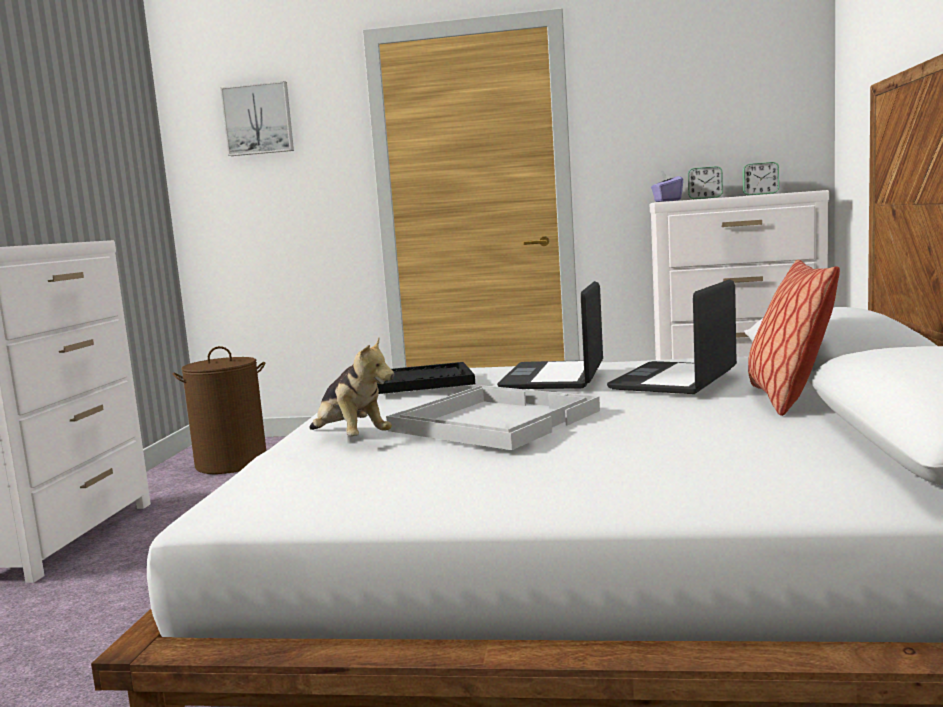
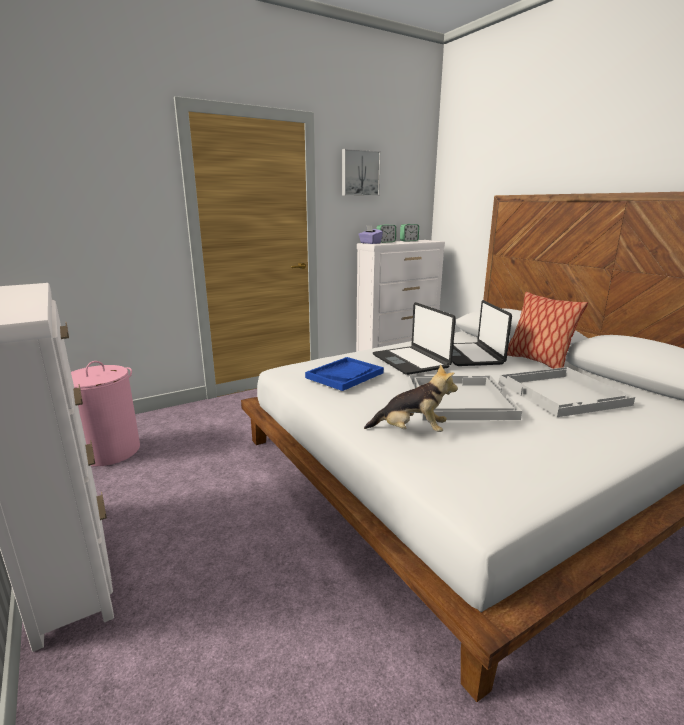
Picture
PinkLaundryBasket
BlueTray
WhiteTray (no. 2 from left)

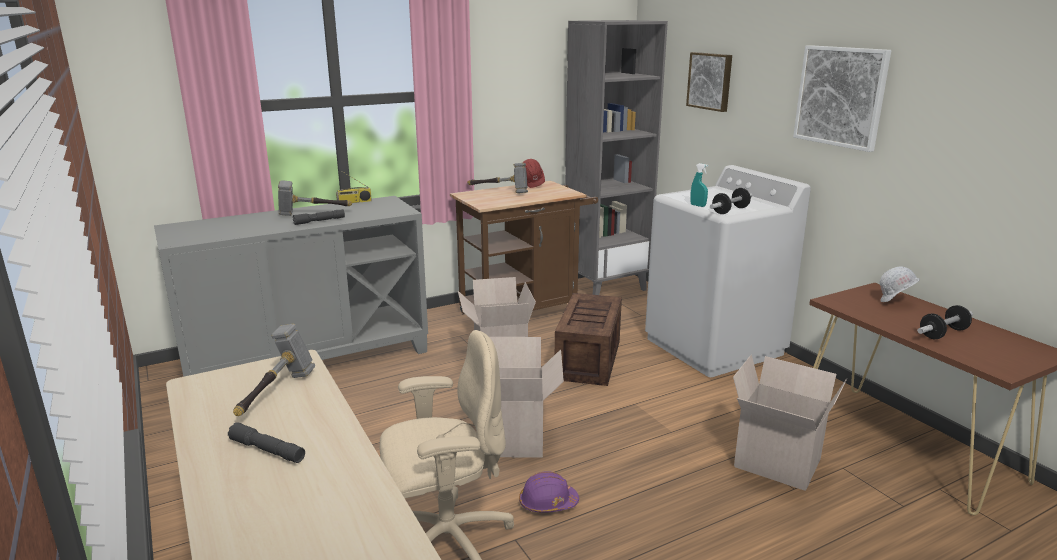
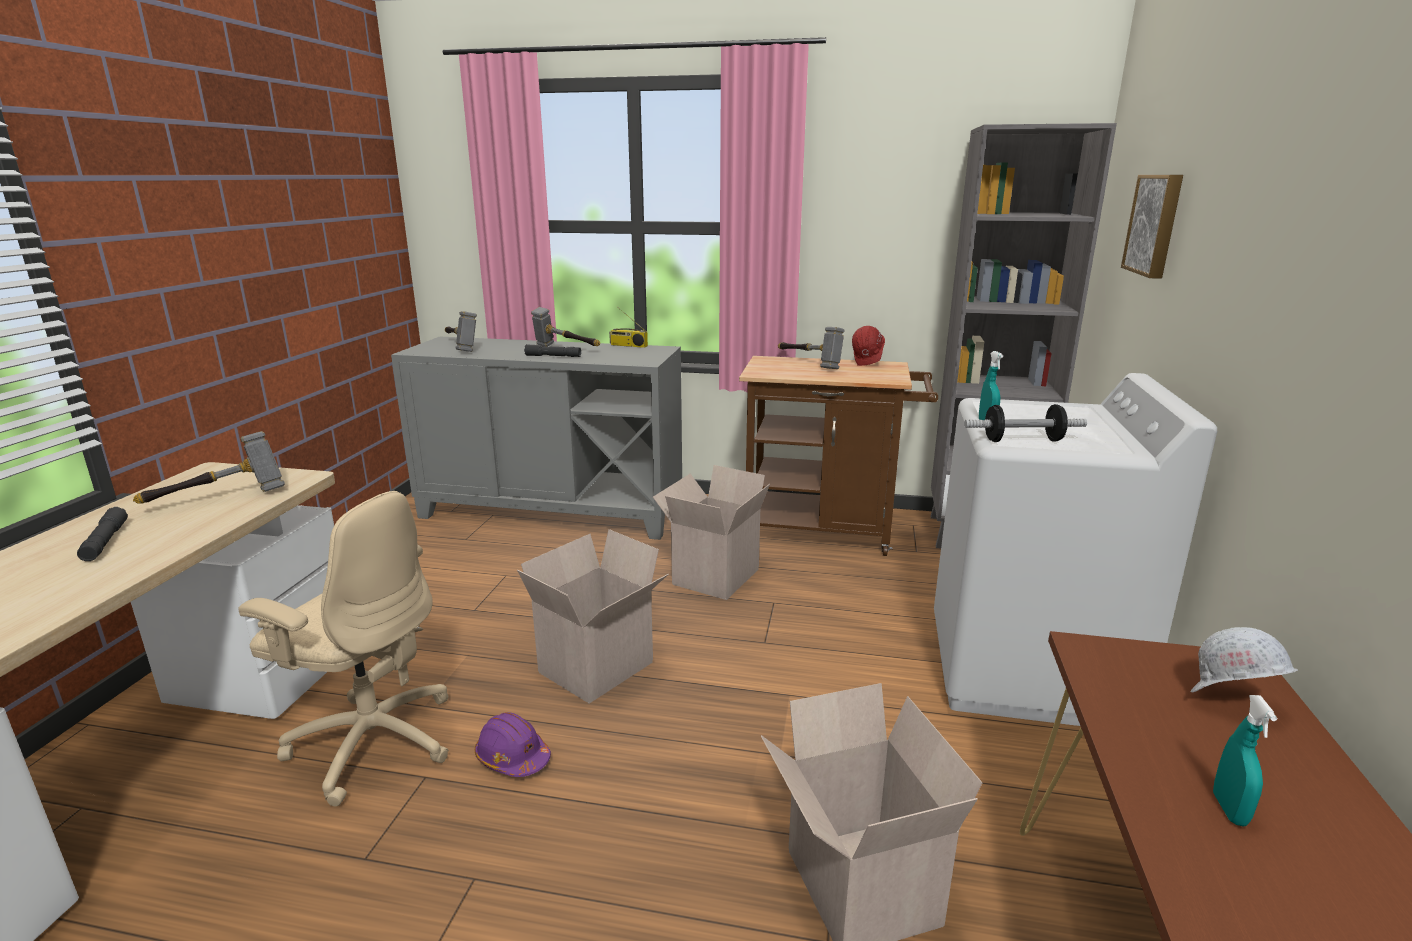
Picture (no. 2 from left in the first image)
Crate
TurquoiseSprayBottle (no. 2 from left)
Hammer (no. 2 from left)

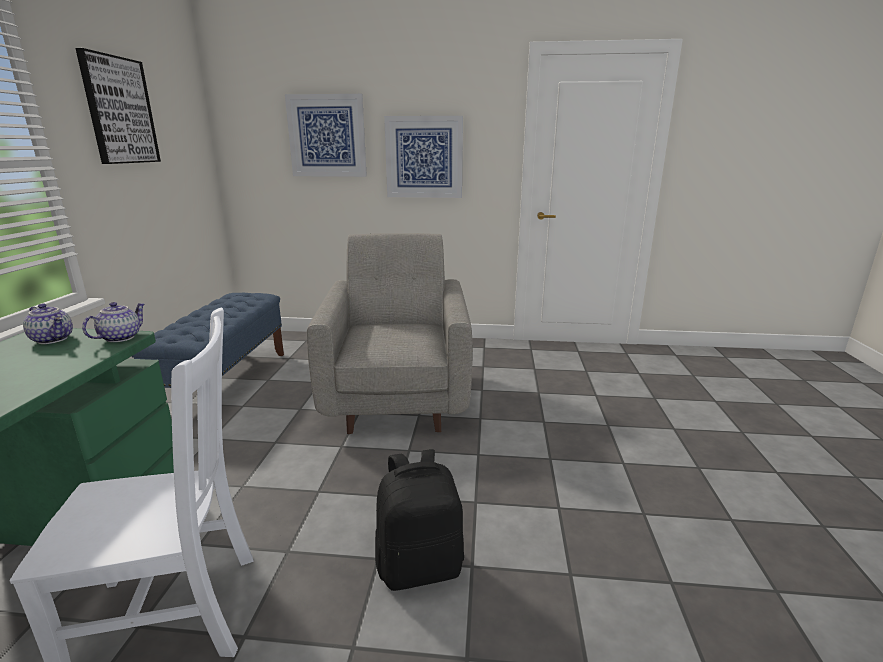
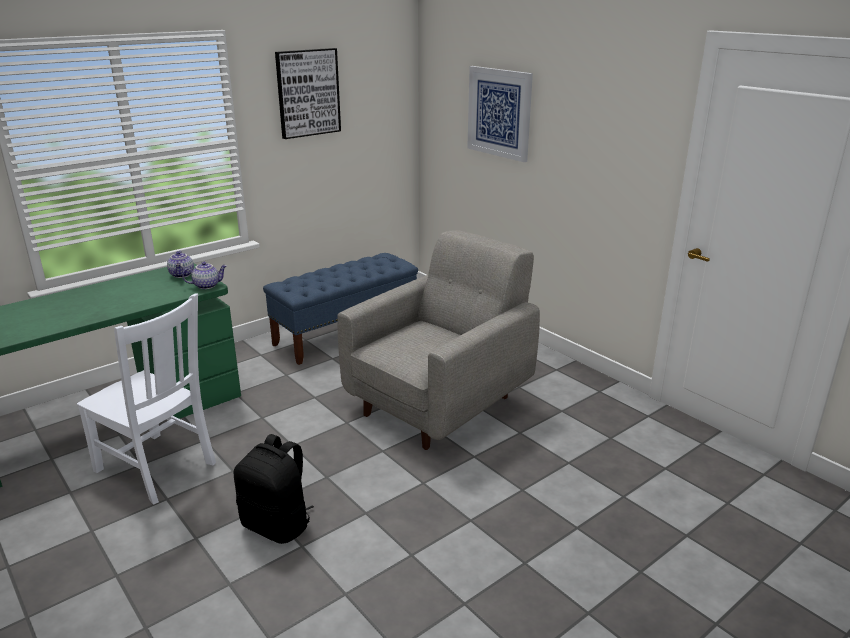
Picture (no. 3 from left in the first image)

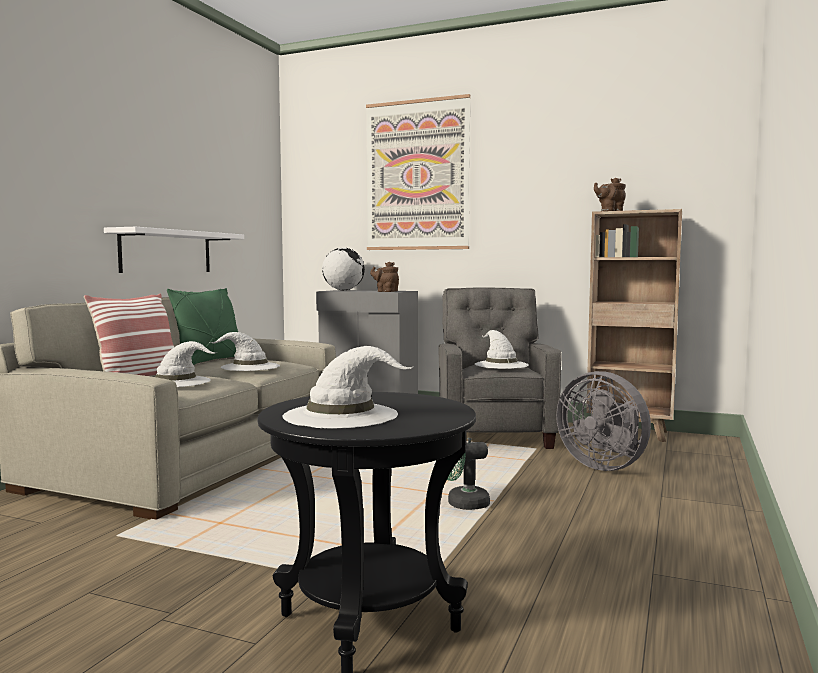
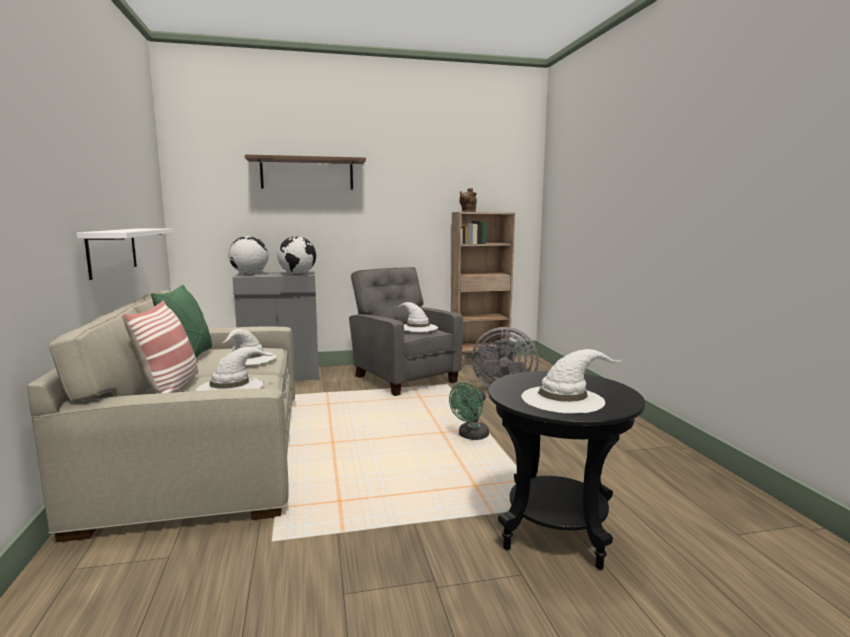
BrownShelf
Globe (no. 2 from left)

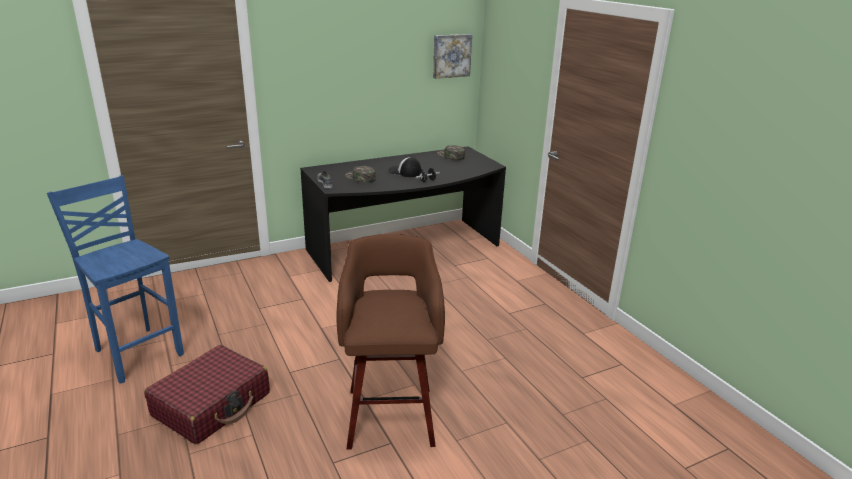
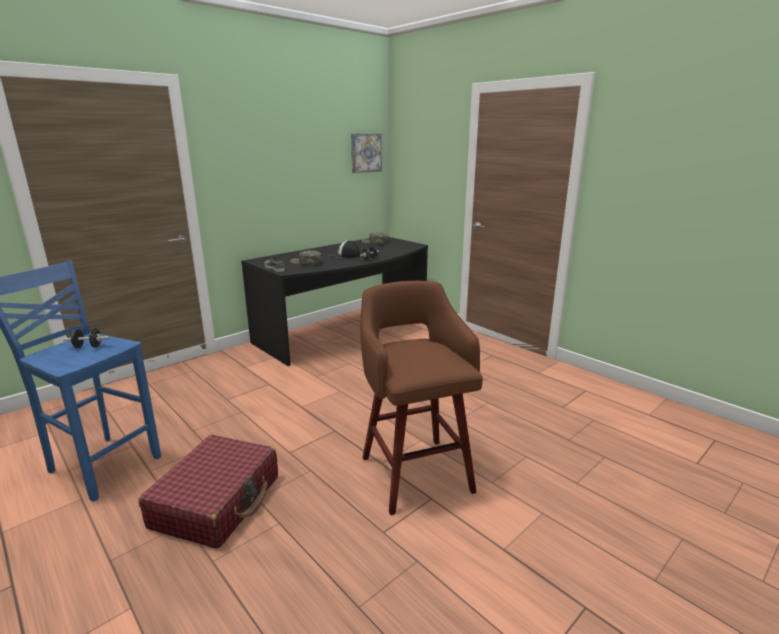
BlackDumbbell (no. 1 from left)

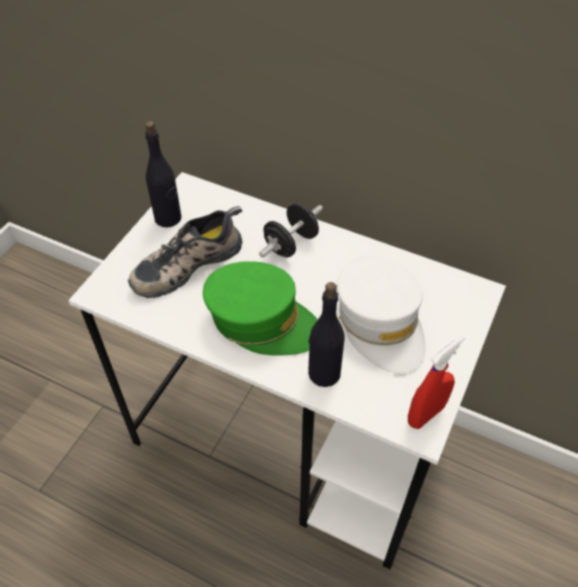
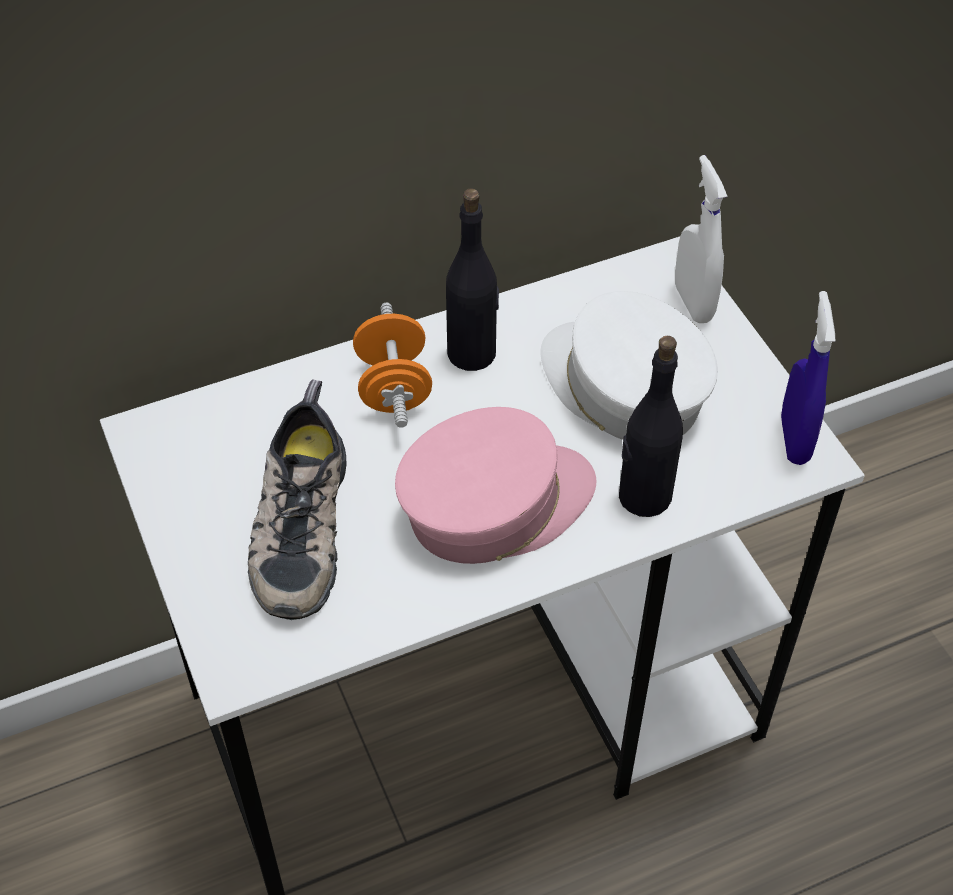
BlackBottle (no. 1 from left)
OrangeDumbbell
WhiteCap
PinkCap
BlueSprayBottle
WhiteSprayBottle

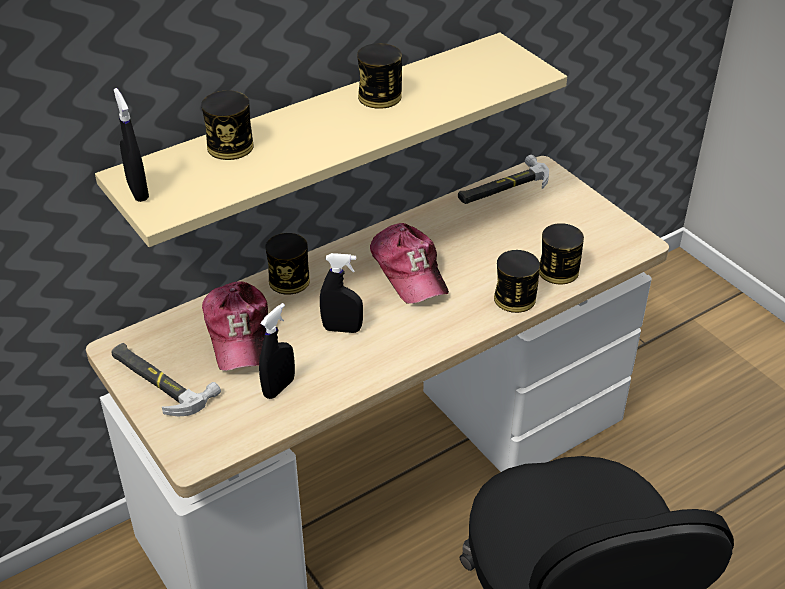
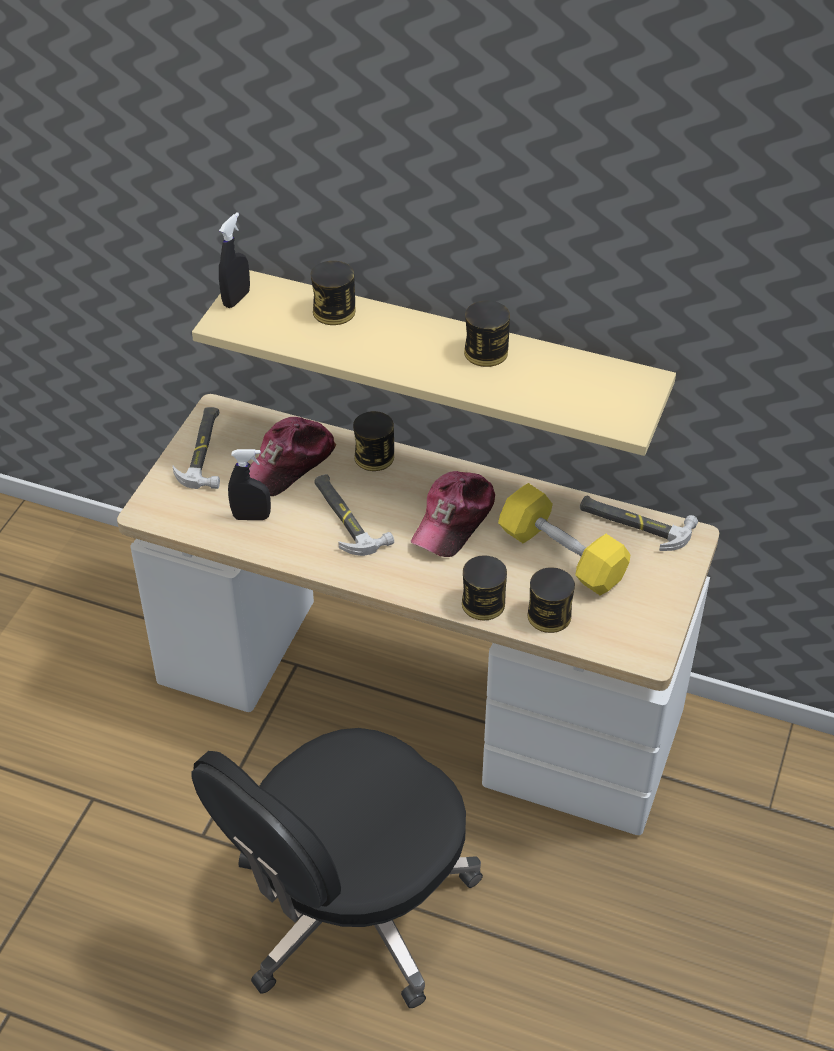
Hammer (no. 2 from left)
YellowDumbbell

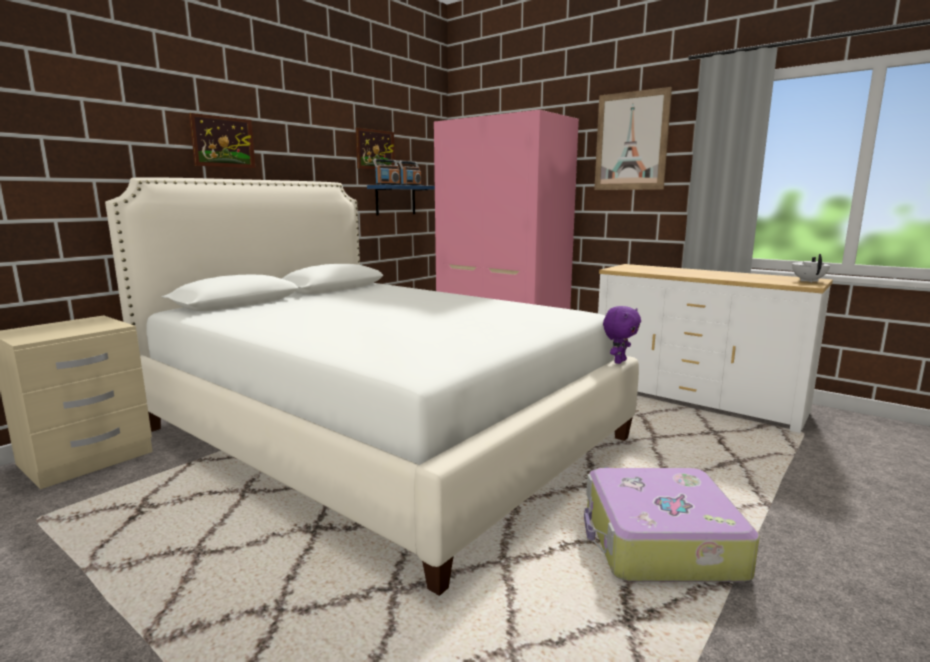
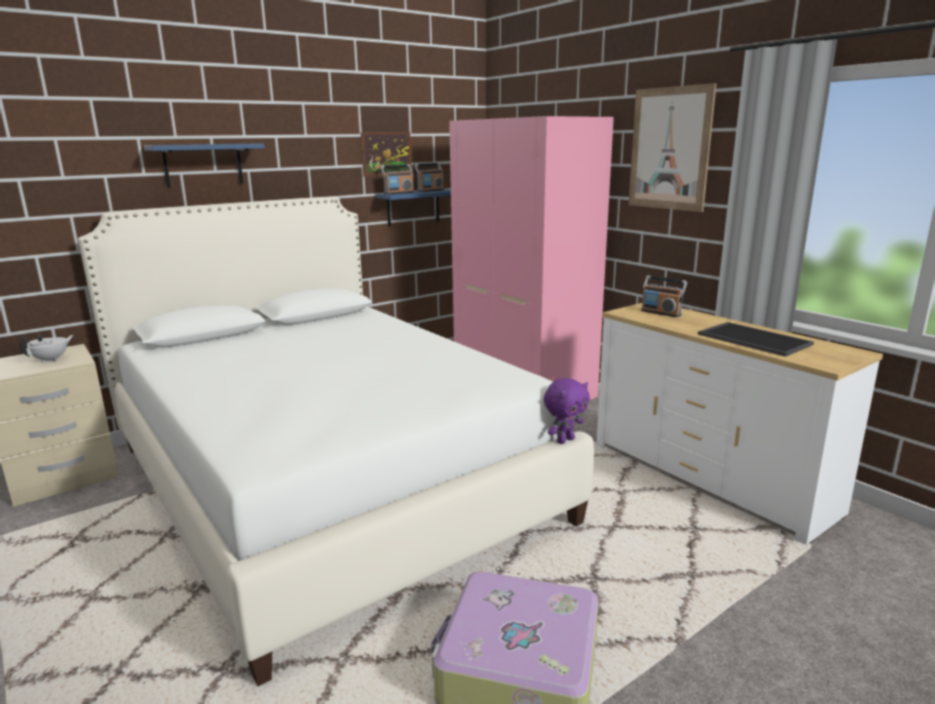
BlueShelf (no. 1 from left)
WhiteTeapot
Radio (no. 3 from left)
Tray

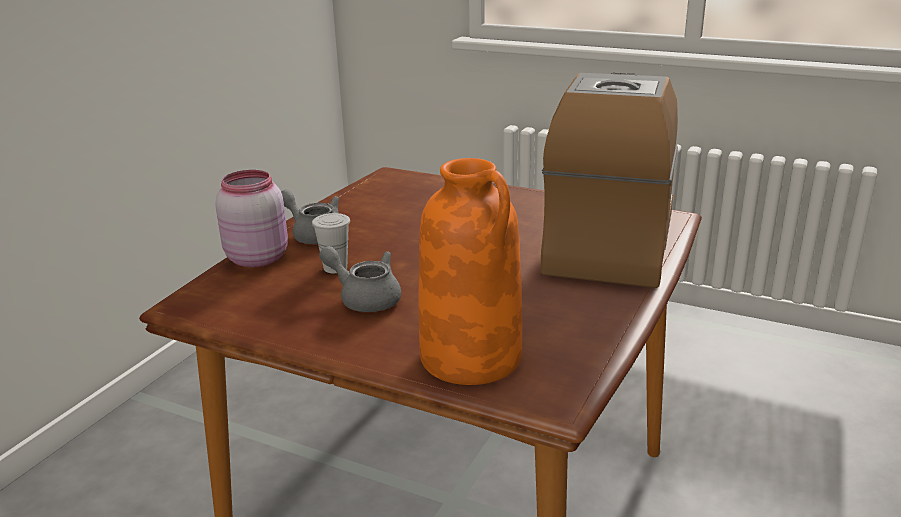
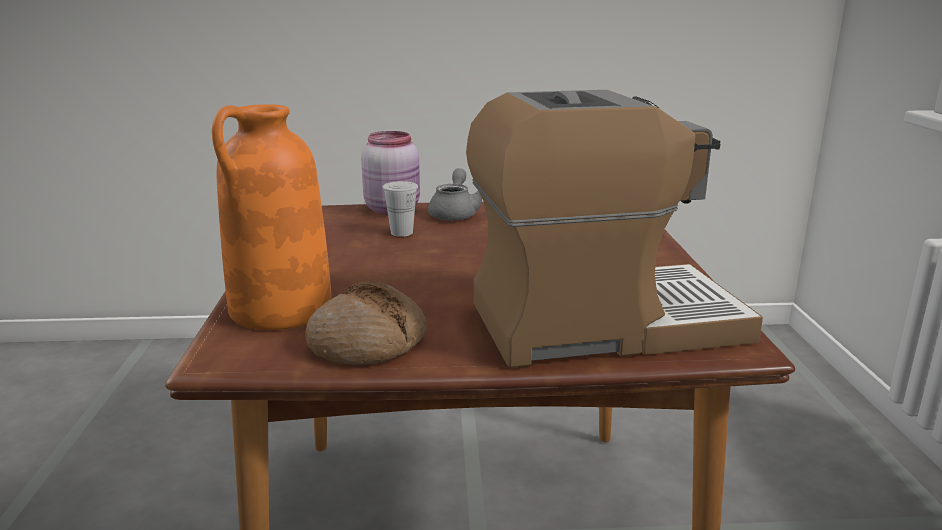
GreyTeapot (no. 2 from left in the first image)
Bread

